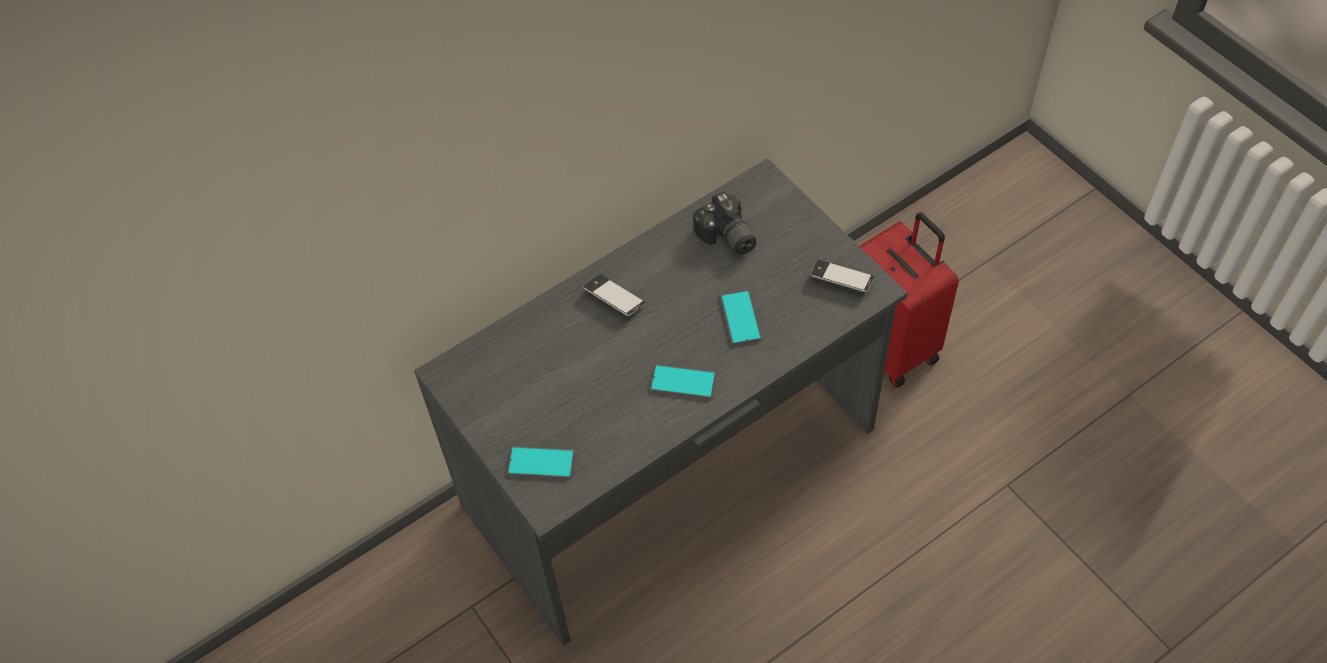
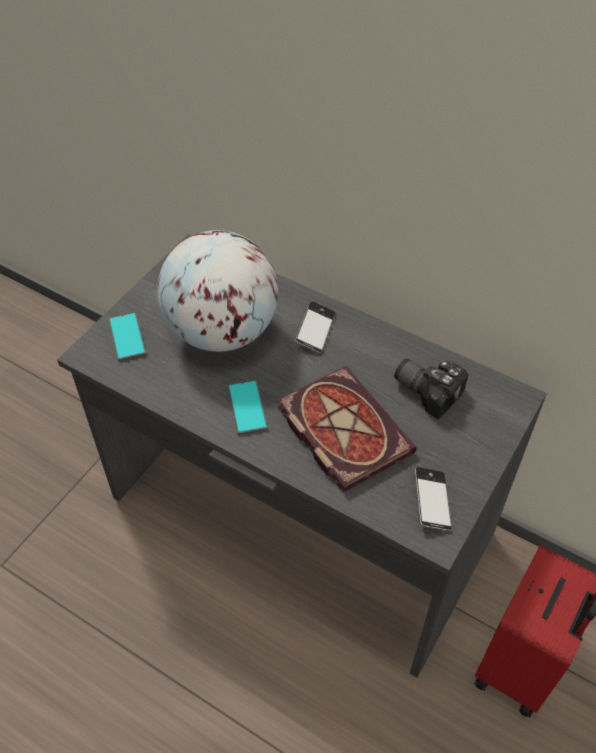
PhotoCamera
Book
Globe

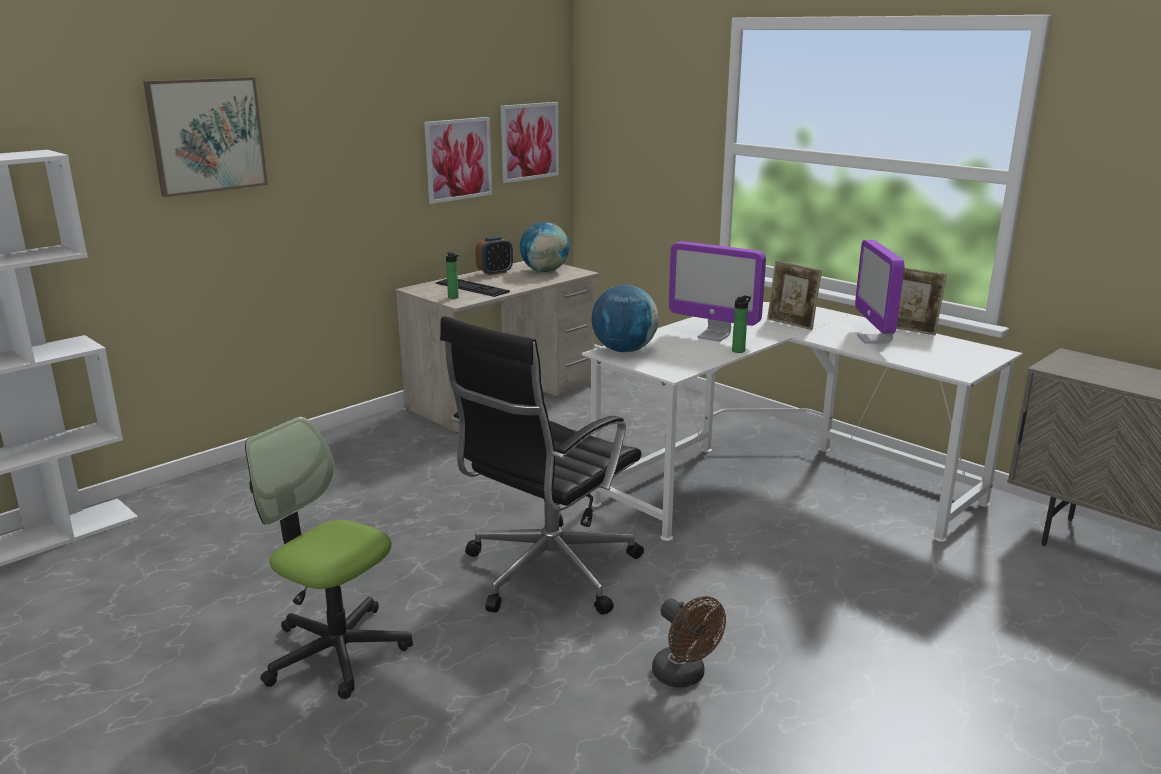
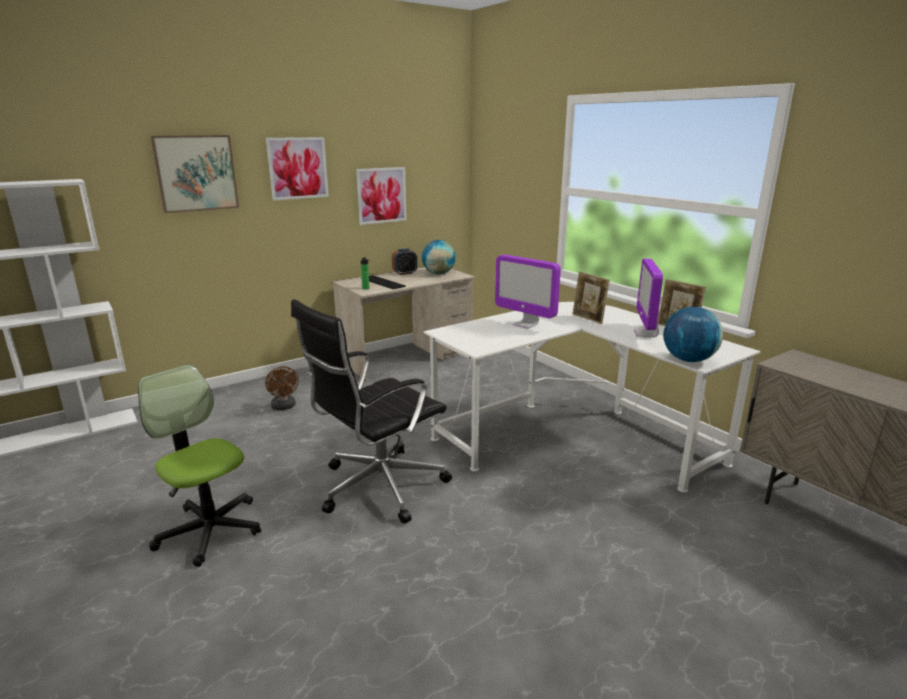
Picture (no. 2 from left)
Globe (no. 2 from left)
Bottle (no. 2 from left in the first image)
BrownFan

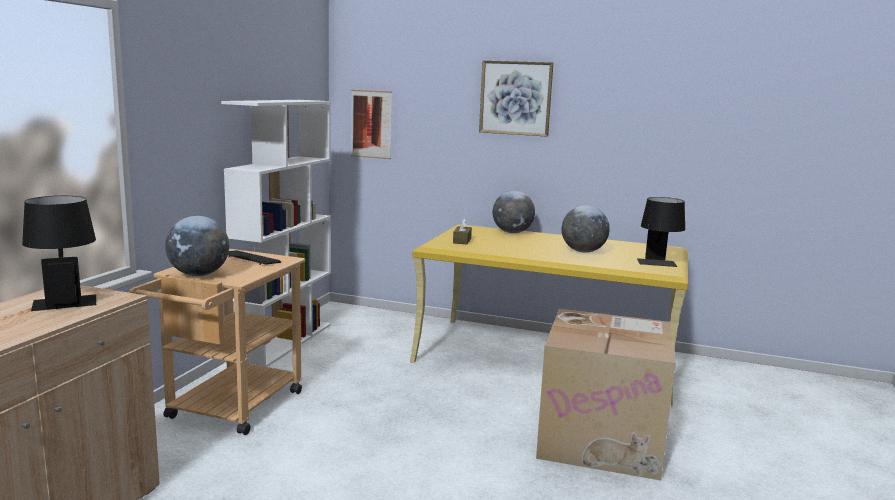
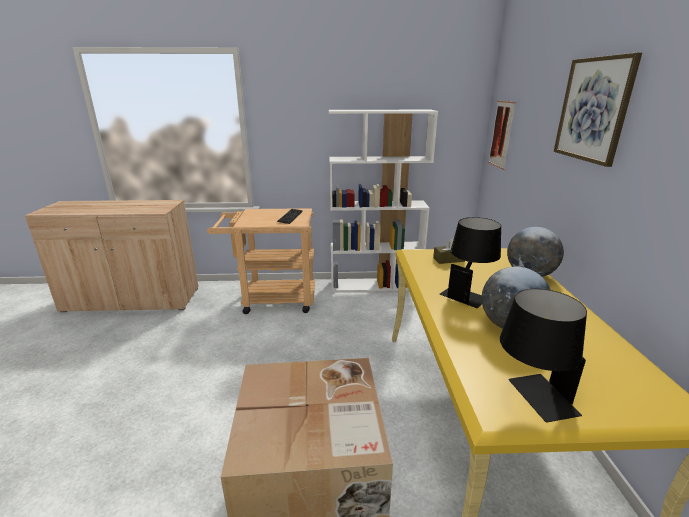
BlackTableLamp (no. 1 from left)
Globe (no. 1 from left in the first image)

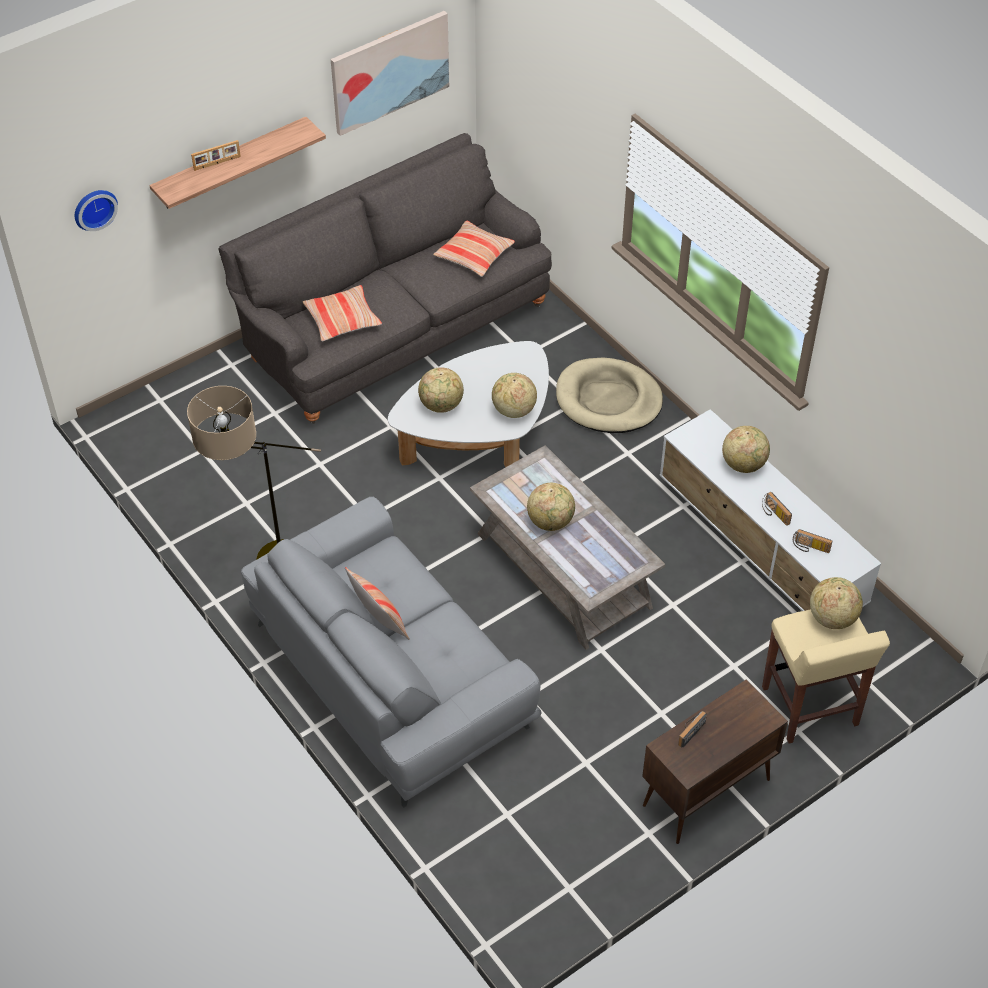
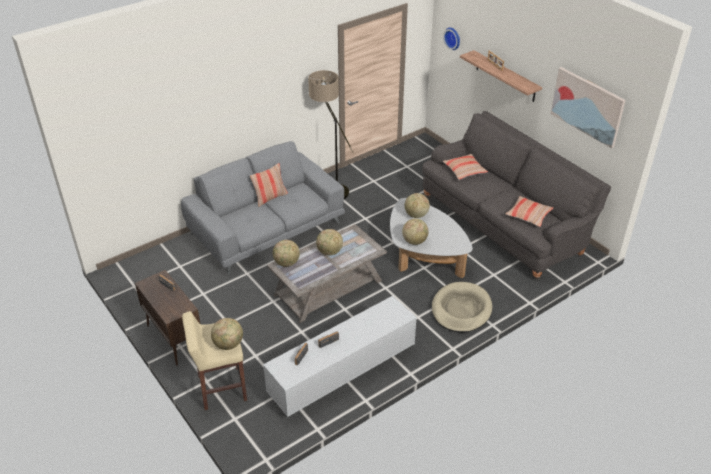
Globe (no. 2 from left)

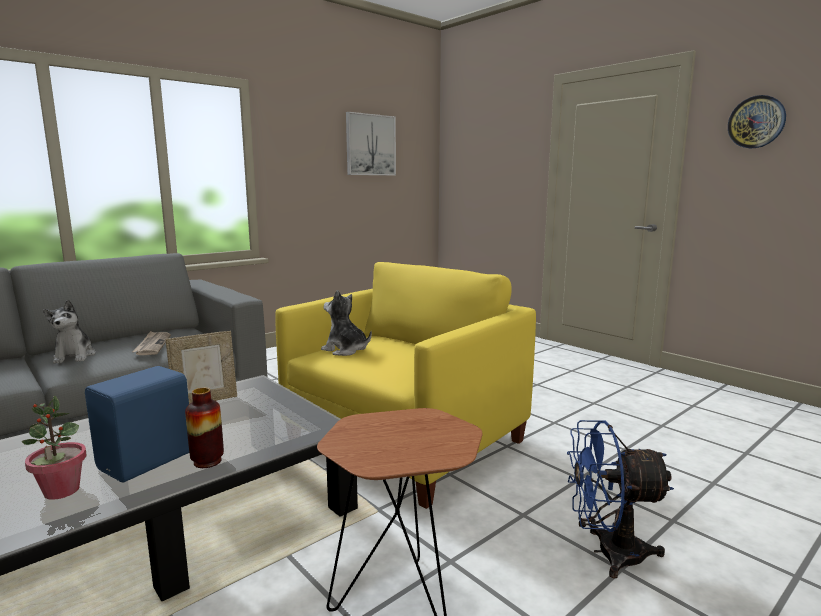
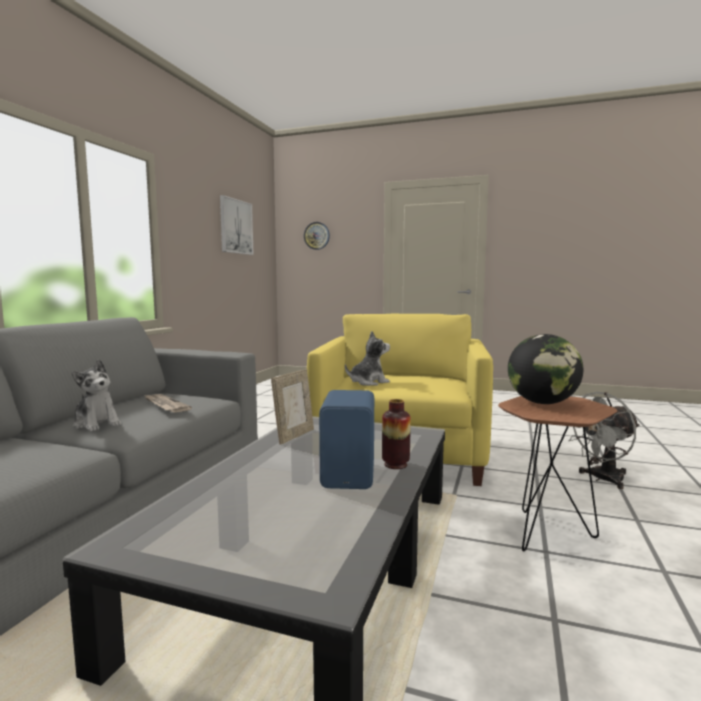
WallClock
PlushToy (no. 2 from left)
PottedPlant
GreyFan
Globe

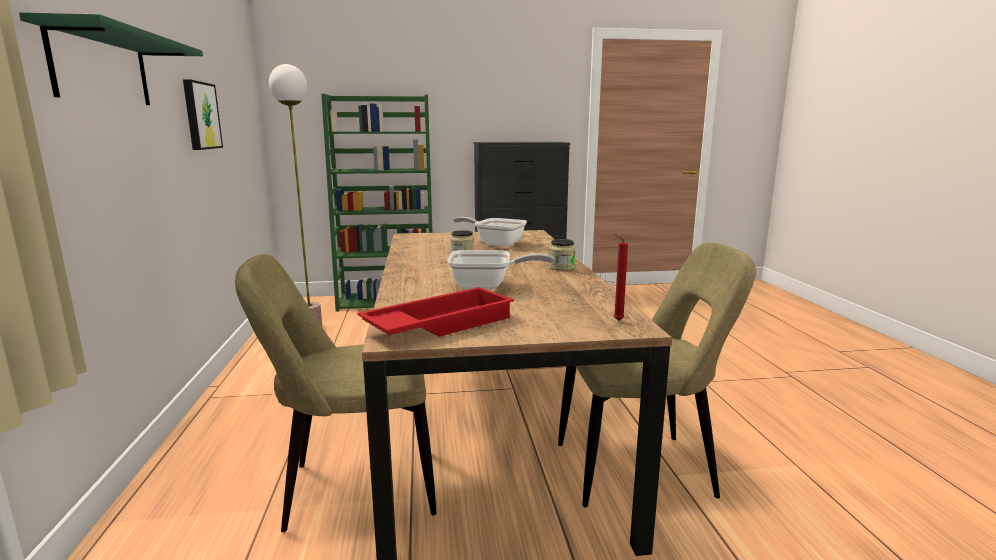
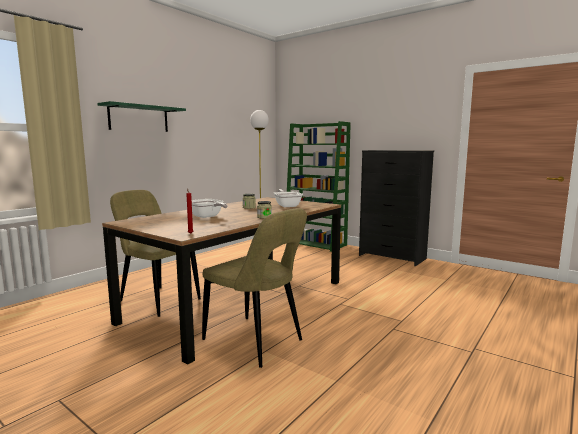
Picture
RedTray

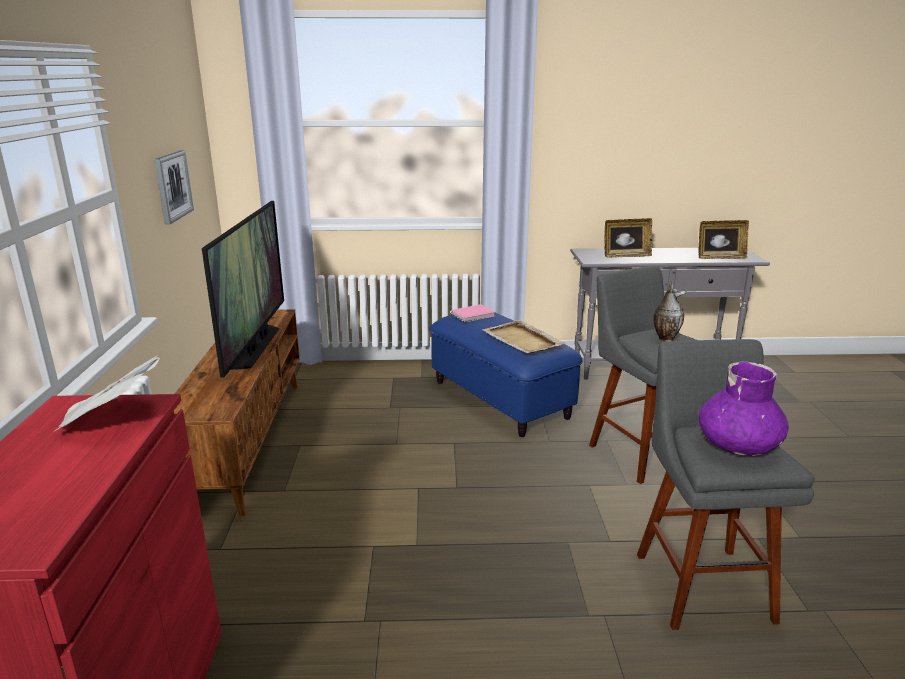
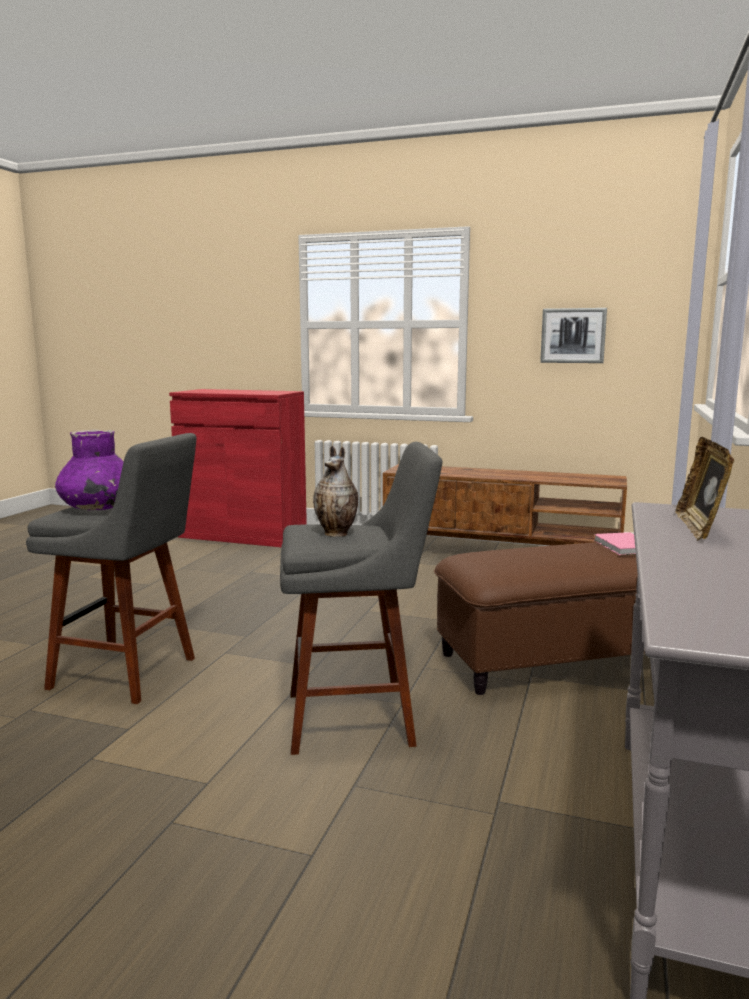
Television
PictureFrame (no. 2 from left in the first image)
BrownOttoman
BeigeTray
Newspaper

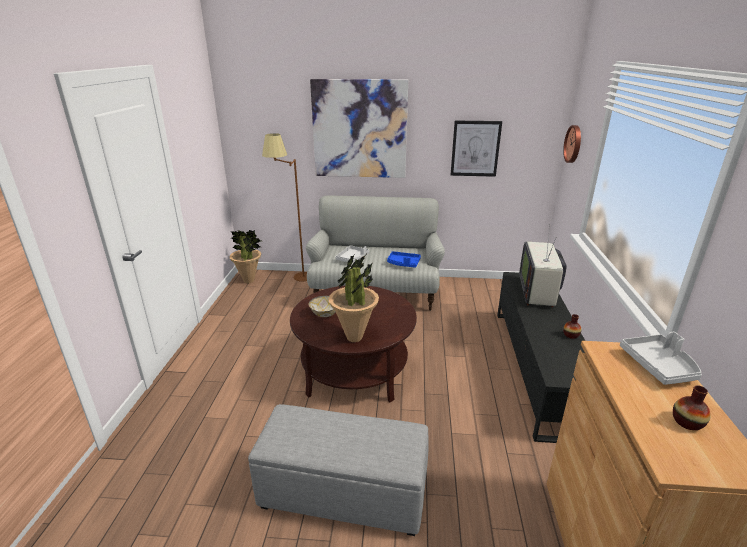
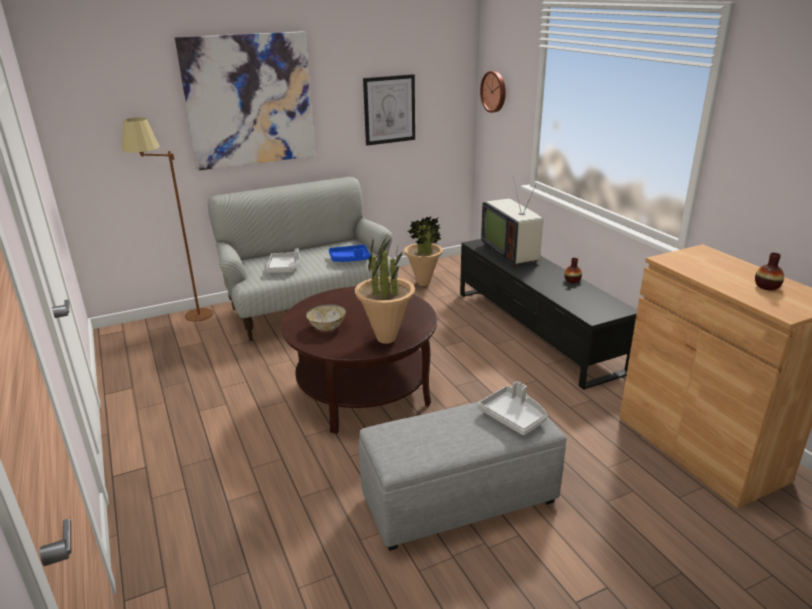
PottedPlant (no. 2 from left)
GreyTray (no. 2 from left)

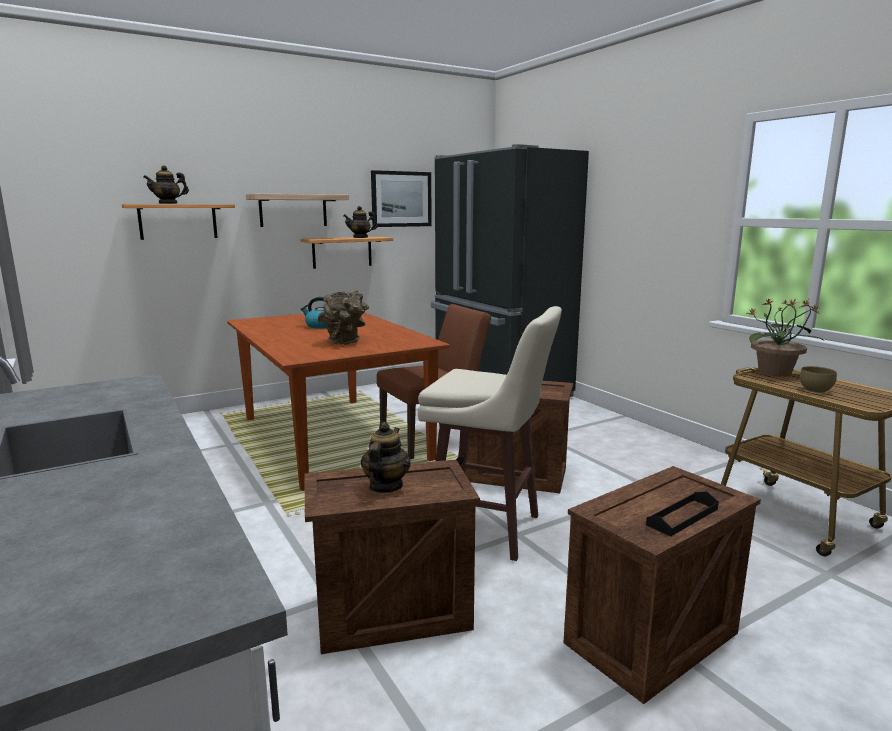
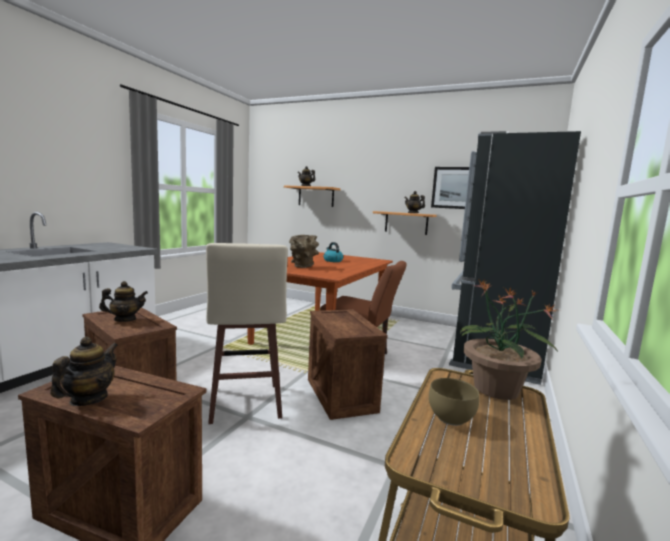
Shelf (no. 2 from left in the first image)
Teapot (no. 1 from left)

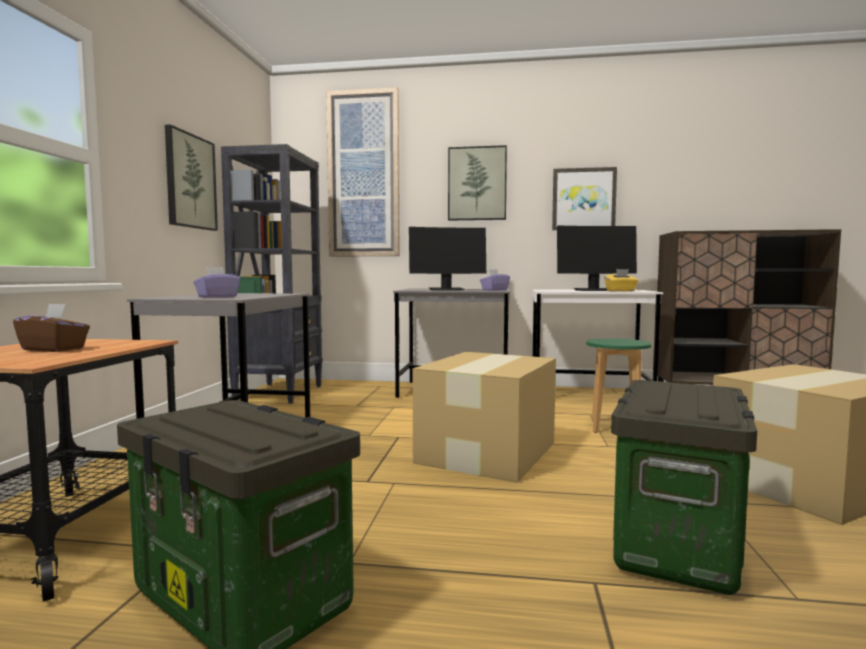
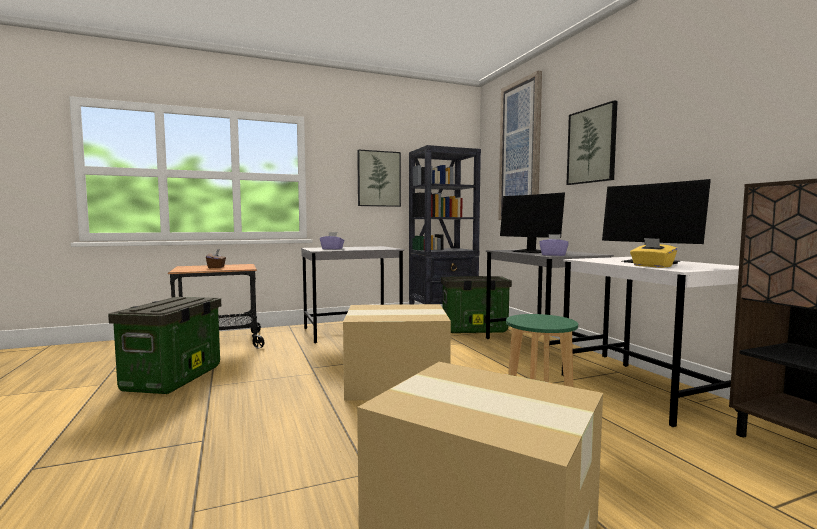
Picture (no. 4 from left in the first image)
StorageBox (no. 2 from left)

